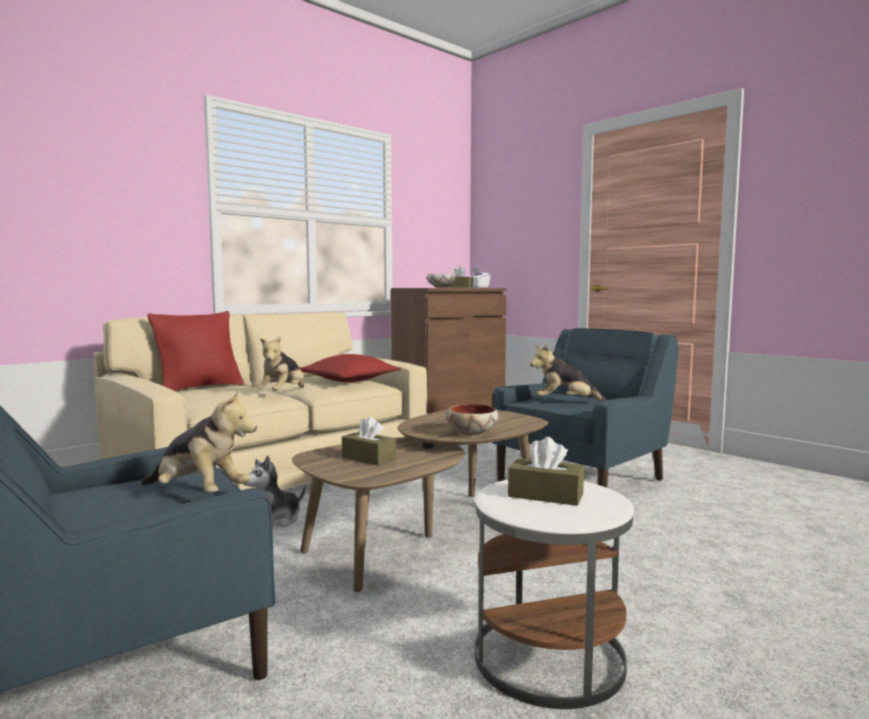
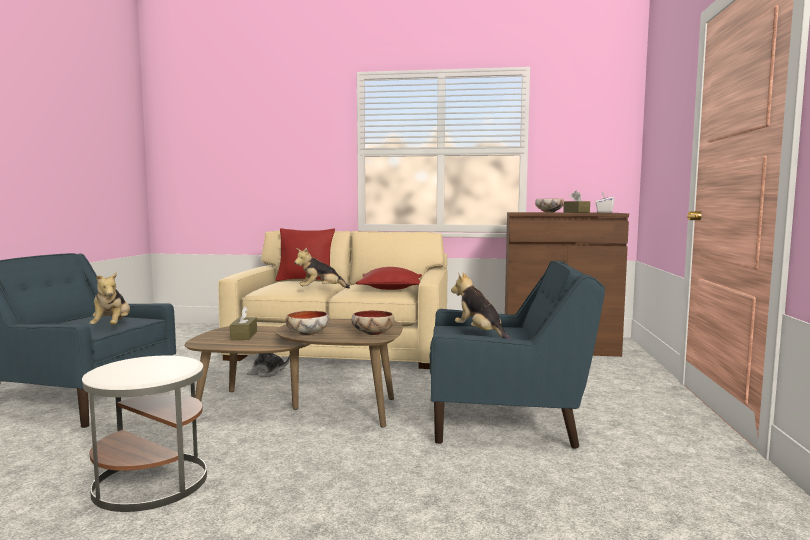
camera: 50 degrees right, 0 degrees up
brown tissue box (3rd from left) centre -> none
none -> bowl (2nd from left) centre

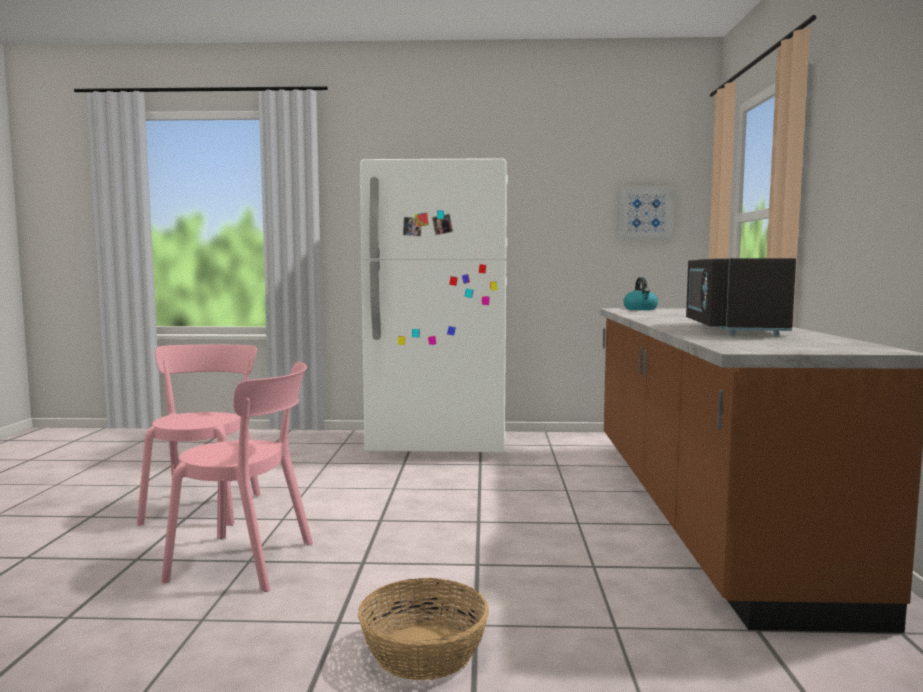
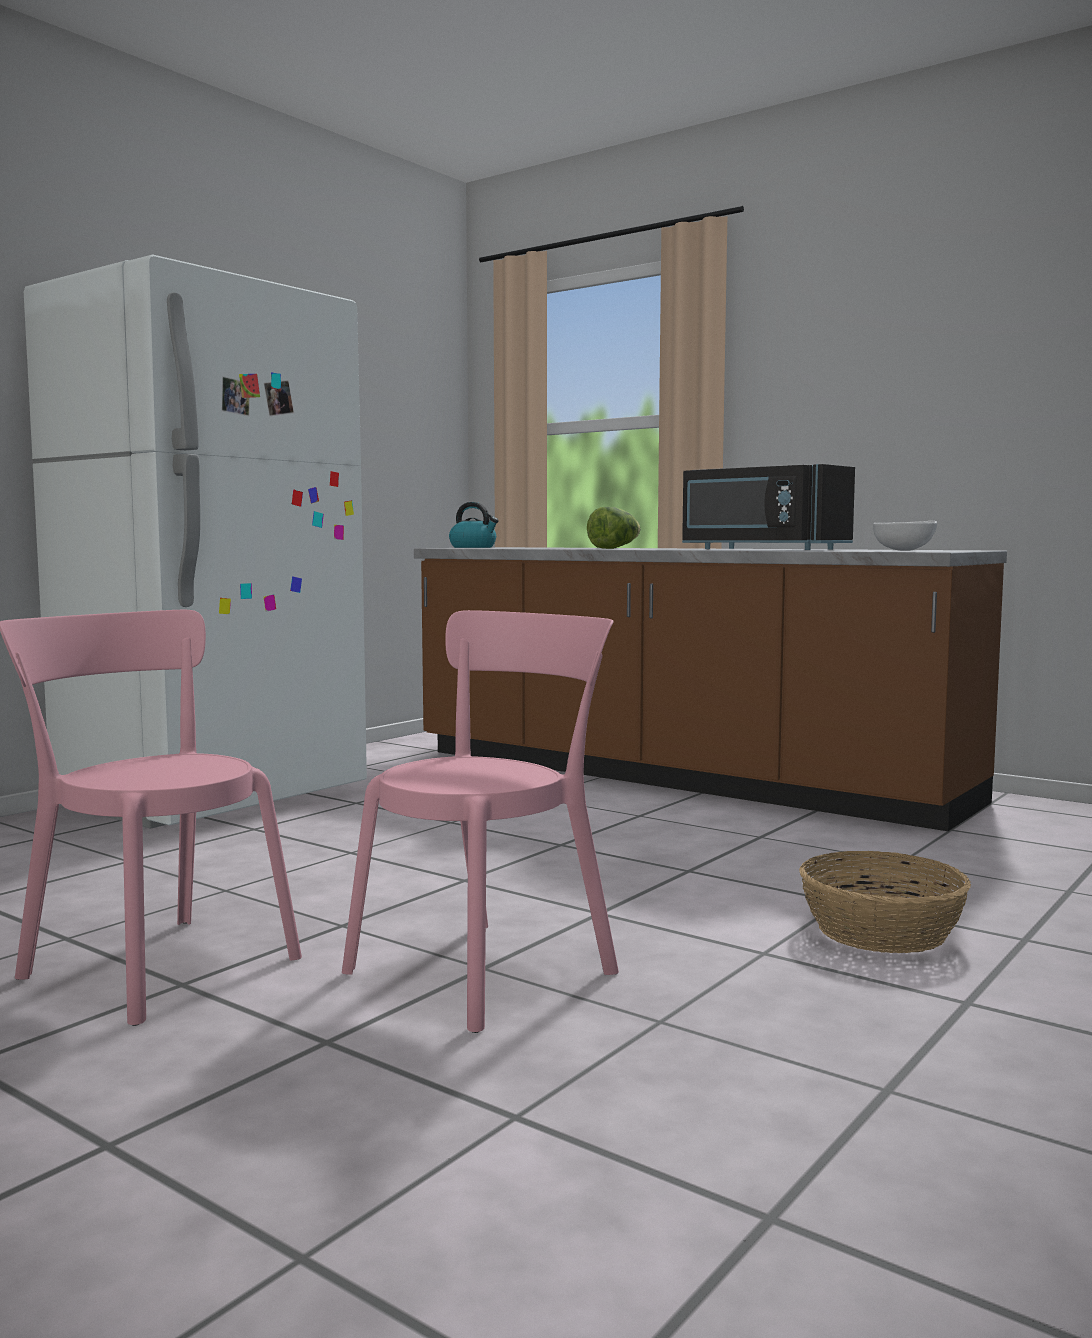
camera: 55 degrees left, 0 degrees up
picture top right -> none
none -> lettuce centre
none -> white bowl middle right

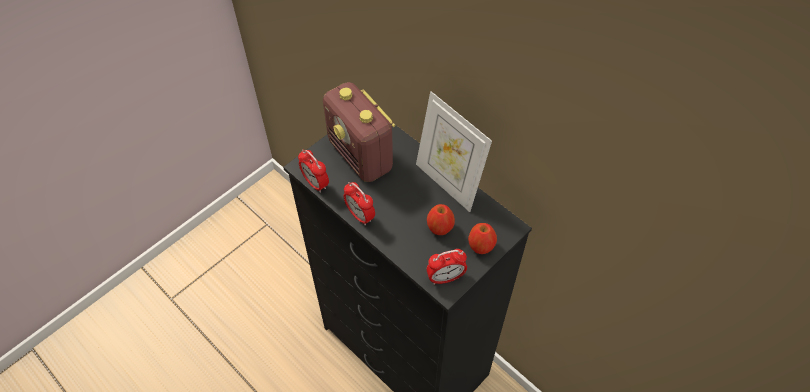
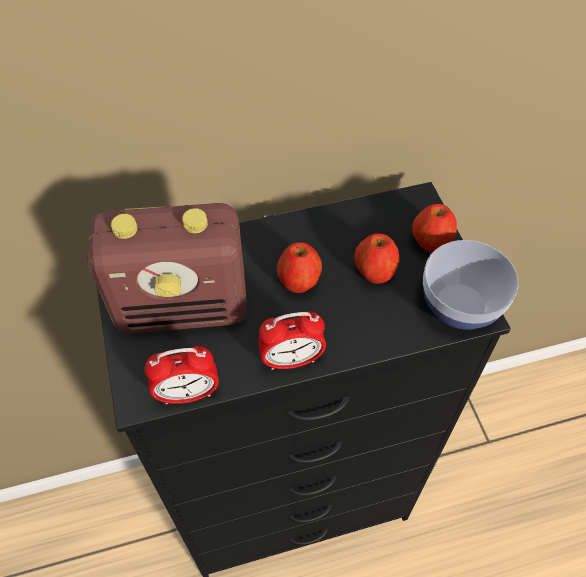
camera: 60 degrees left, 0 degrees up
picture frame centre -> none
alarm clock (3rd from left) bottom centre -> bowl middle right
none -> apple (1st from left) centre

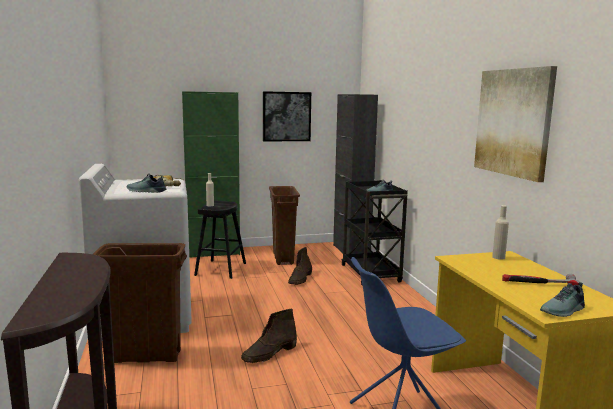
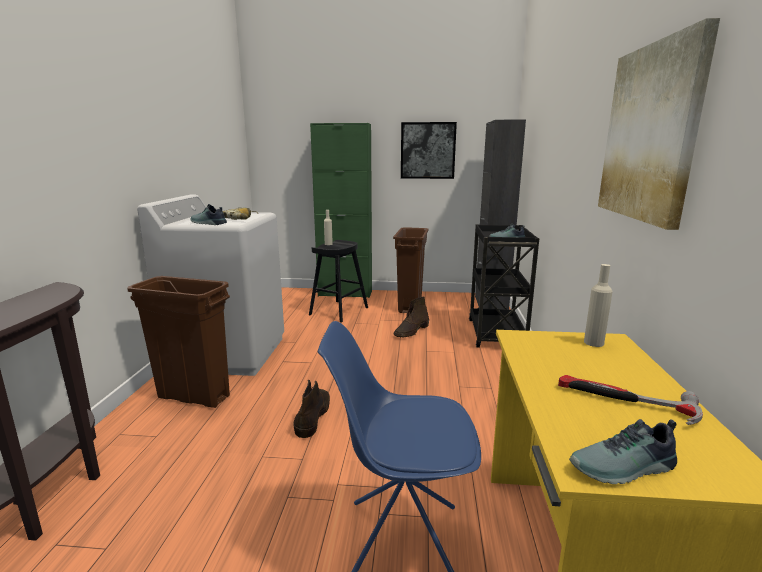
camera: 20 degrees right, 5 degrees up
brown boot (1st from left) bottom centre, 120 degrees clockwise

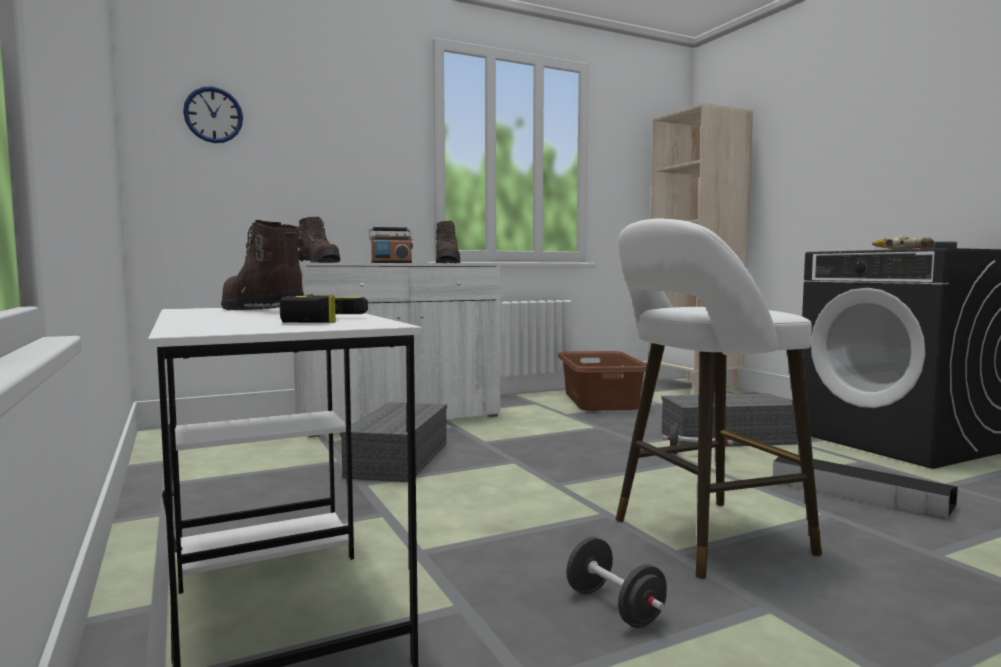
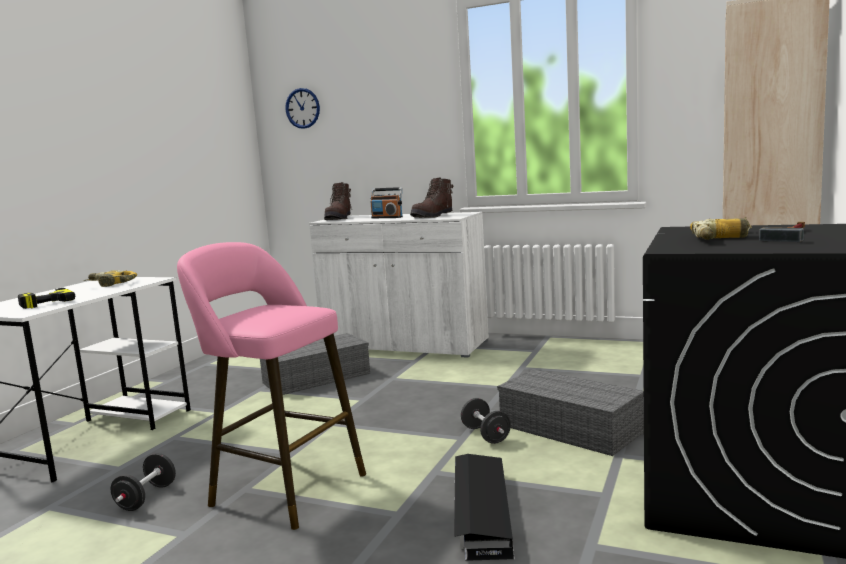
camera: 50 degrees right, 5 degrees up
white stool middle right -> pink stool bottom left
brown boot (1st from left) middle left -> power drill (2nd from left) middle left
brown laundry basket centre -> none

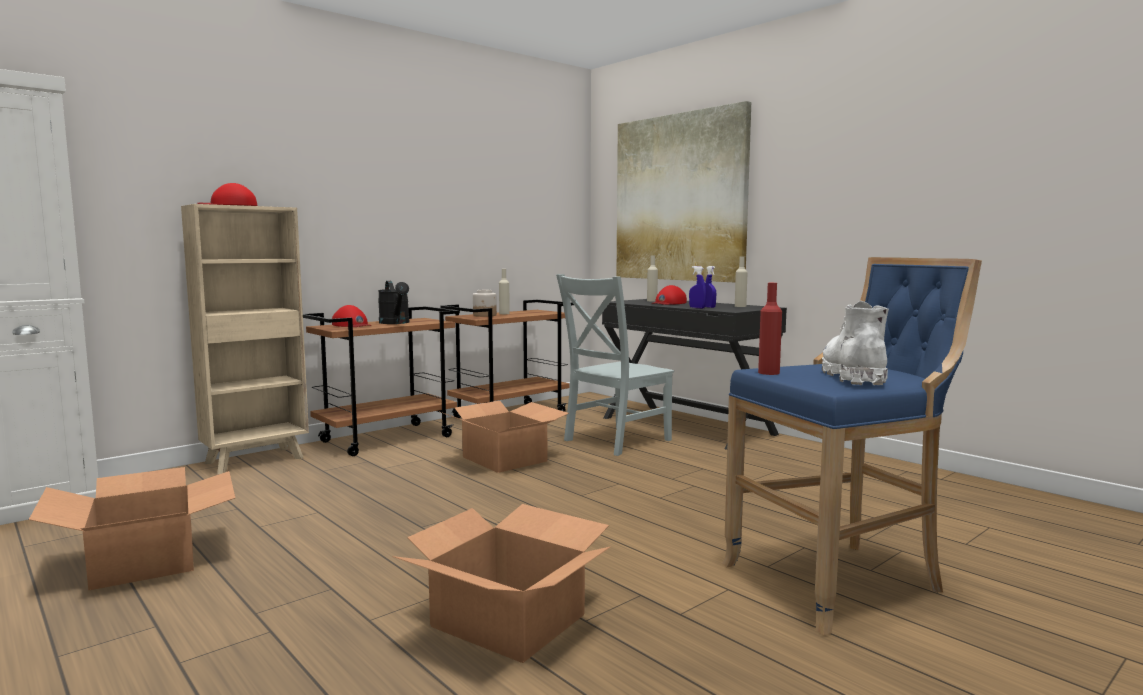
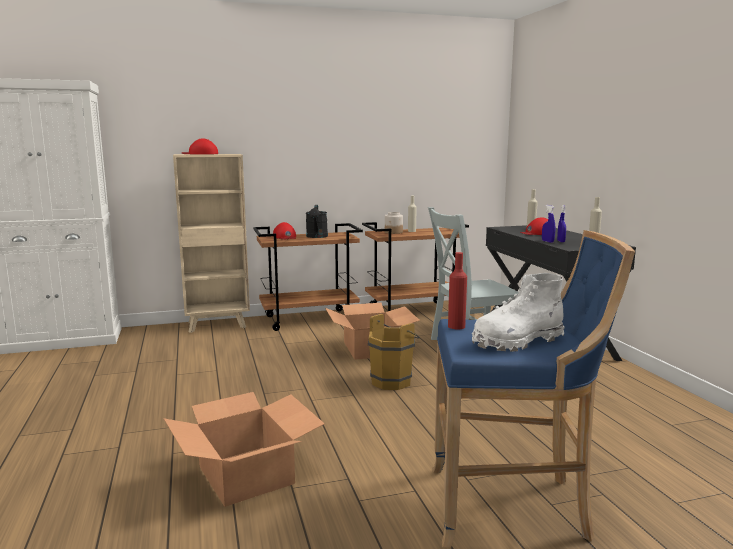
camera: 25 degrees right, 5 degrees up
picture top centre -> none
white boot middle right, 150 degrees counterclockwise
cardboard box (1st from left) bottom left -> none
none -> brown bucket centre

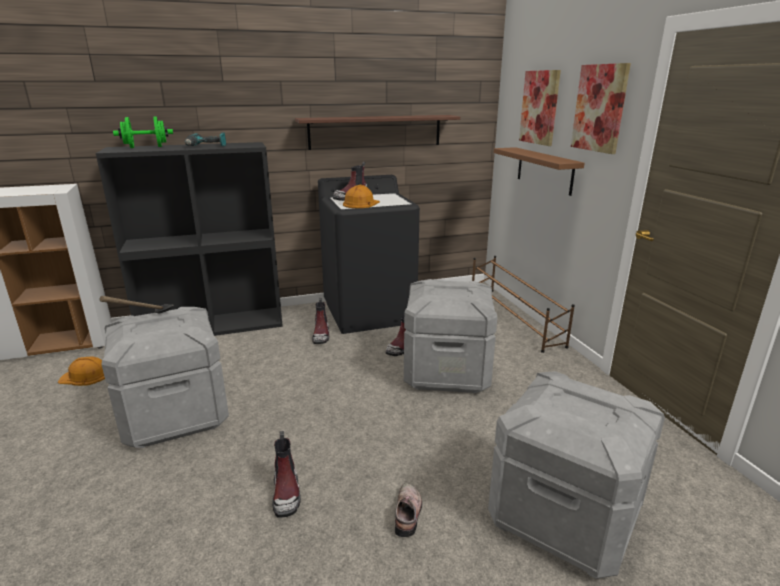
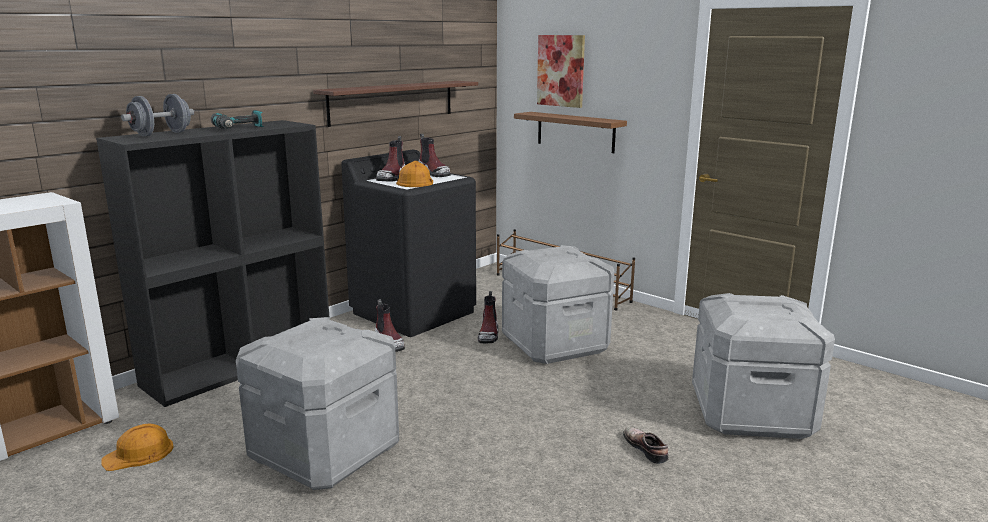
camera: 30 degrees left, 5 degrees down
picture (2nd from left) top right -> none
green dumbbell top left -> grey dumbbell top left
hammer middle left -> none
boot (1st from left in the first image) bottom centre -> boot (3rd from left) top centre, move

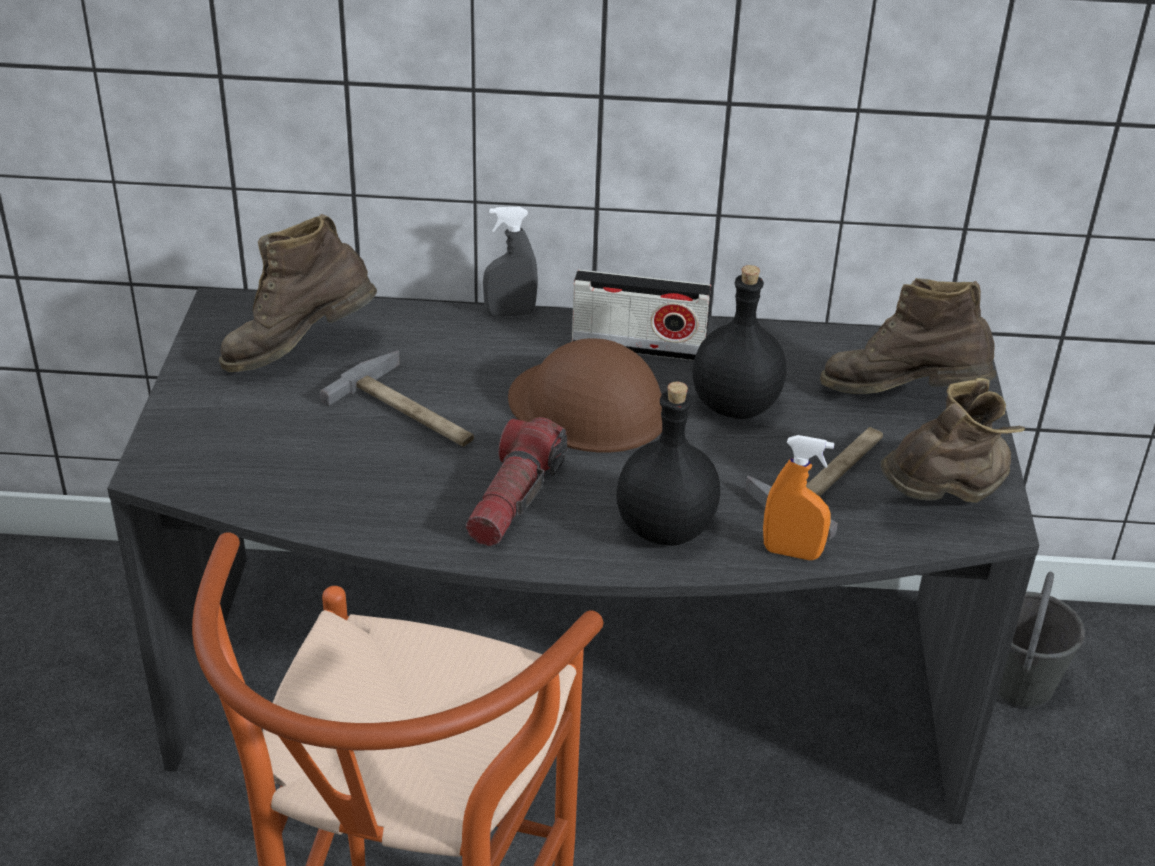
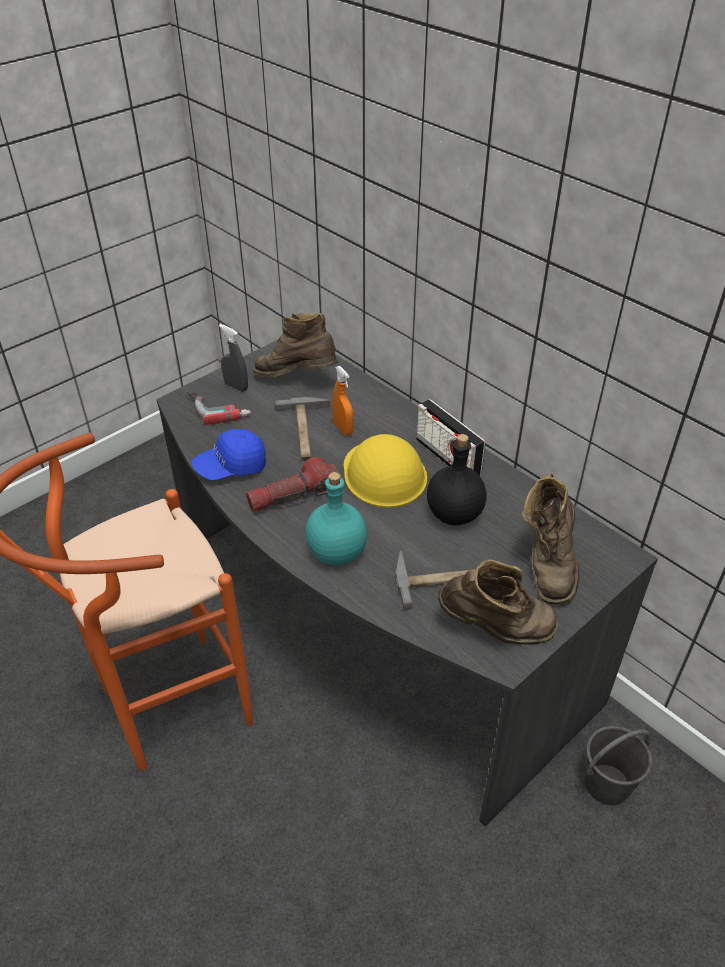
camera: 45 degrees right, 5 degrees up
grey spray bottle top centre -> grey spray bottle middle left, move
brown boot (2nd from left in the first image) middle right -> brown boot (3rd from left) middle right, 150 degrees counterclockwise
brown hard hat centre -> yellow hard hat centre
black bottle (1st from left) centre -> turquoise bottle centre
orange spray bottle middle right -> orange spray bottle centre, move
none -> power drill middle left
none -> blue cap middle left

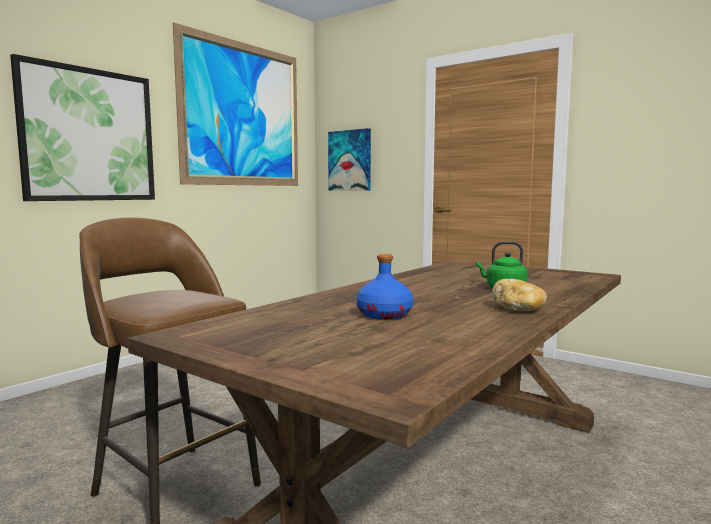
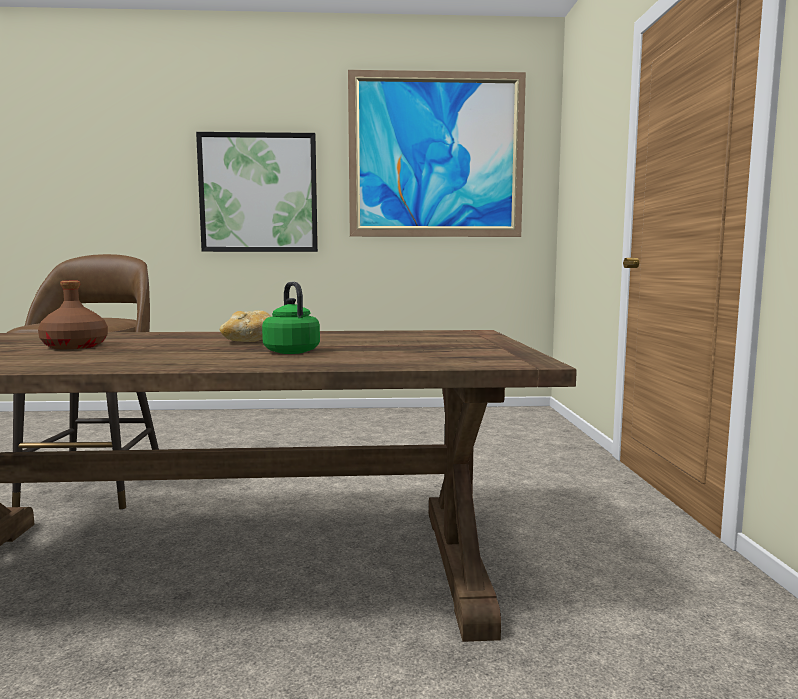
camera: 50 degrees right, 0 degrees up
picture (3rd from left) top centre -> none
blue bottle centre -> brown bottle middle left
bread middle right -> bread middle left, move

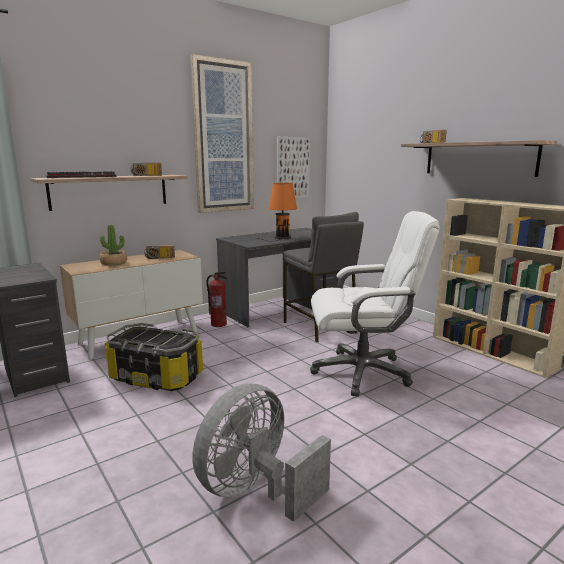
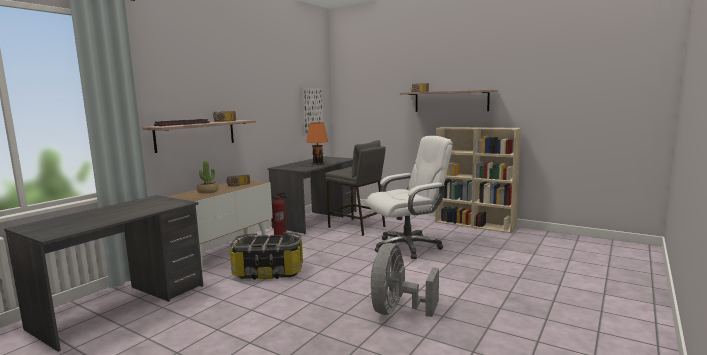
camera: 20 degrees left, 5 degrees down
picture (1st from left) top centre -> none

